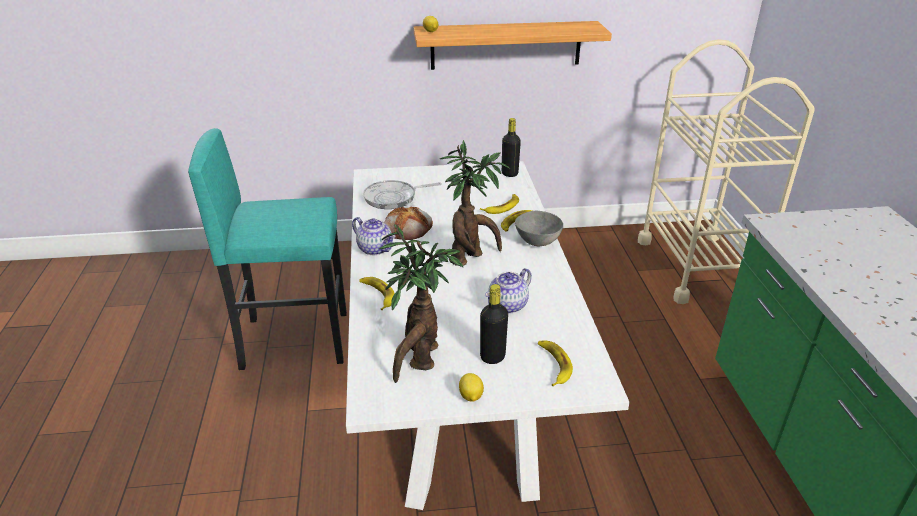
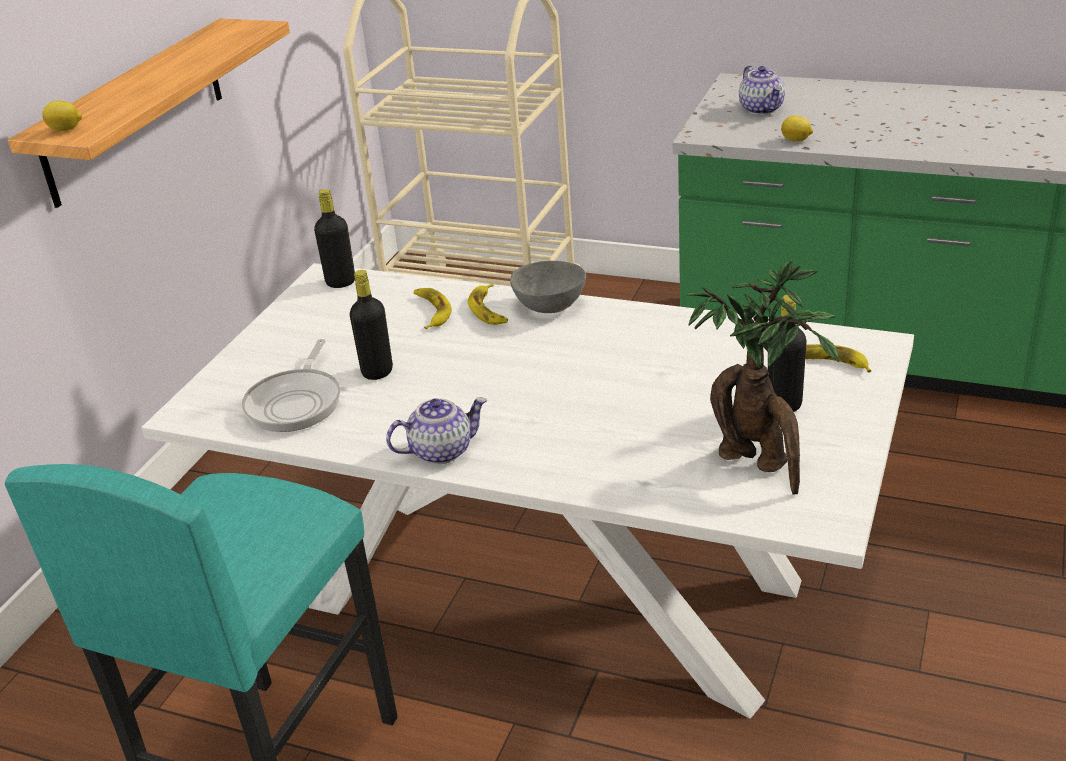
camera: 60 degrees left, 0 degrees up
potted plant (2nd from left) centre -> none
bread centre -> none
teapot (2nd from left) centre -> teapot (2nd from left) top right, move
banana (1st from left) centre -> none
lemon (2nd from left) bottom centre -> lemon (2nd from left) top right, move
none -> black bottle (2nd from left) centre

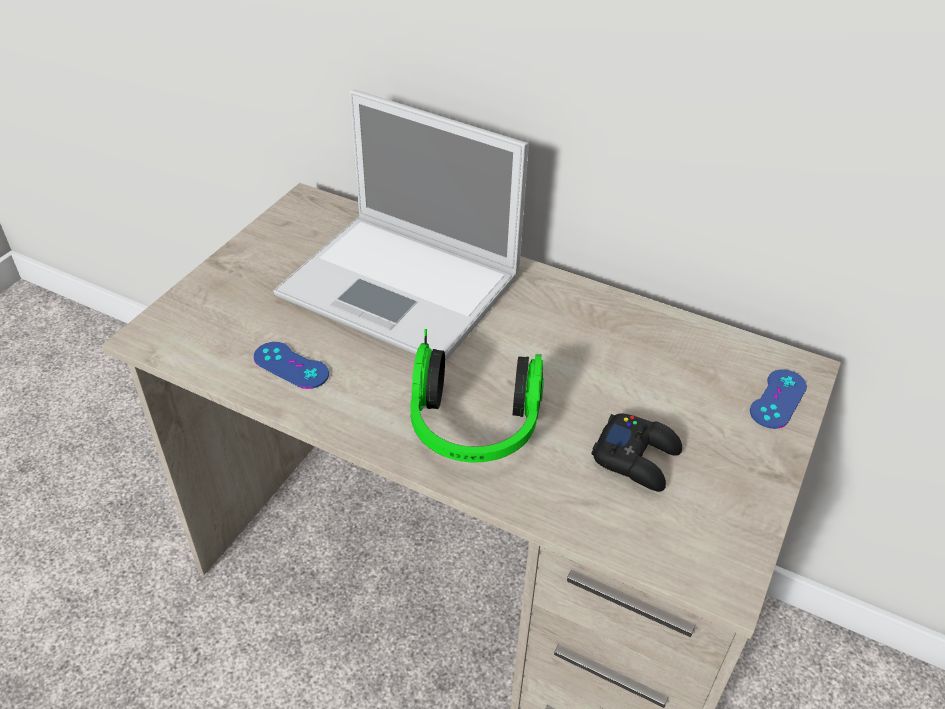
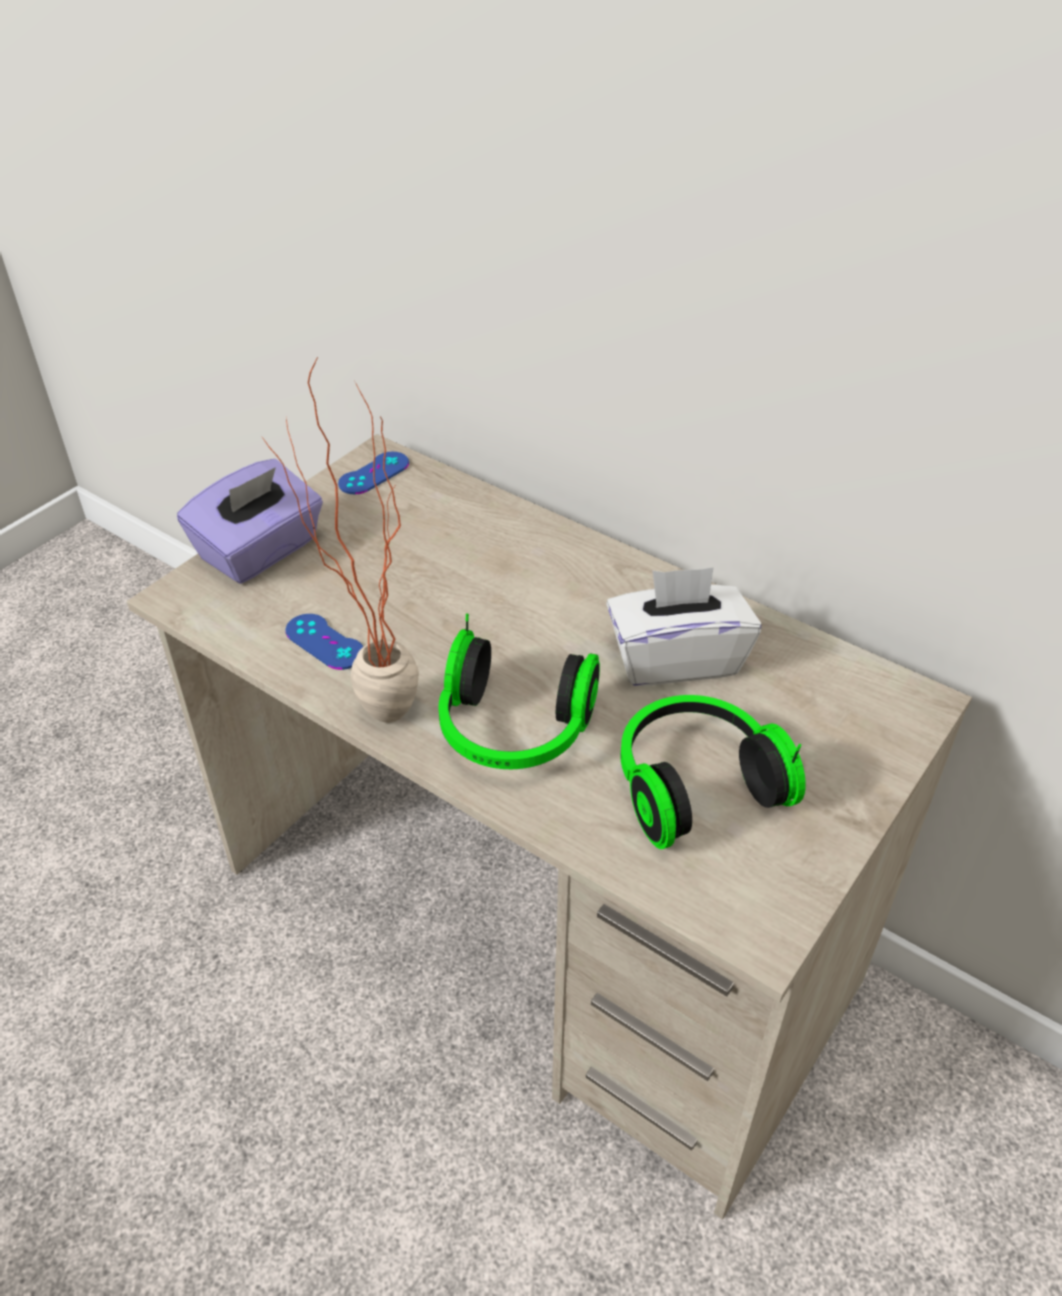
camera: 10 degrees right, 0 degrees up
laptop top centre -> none
blue game controller (2nd from left) middle right -> blue game controller (2nd from left) centre, move
black game controller middle right -> headphones (2nd from left) middle right
none -> potted plant middle left
none -> purple tissue box middle left
none -> white tissue box centre

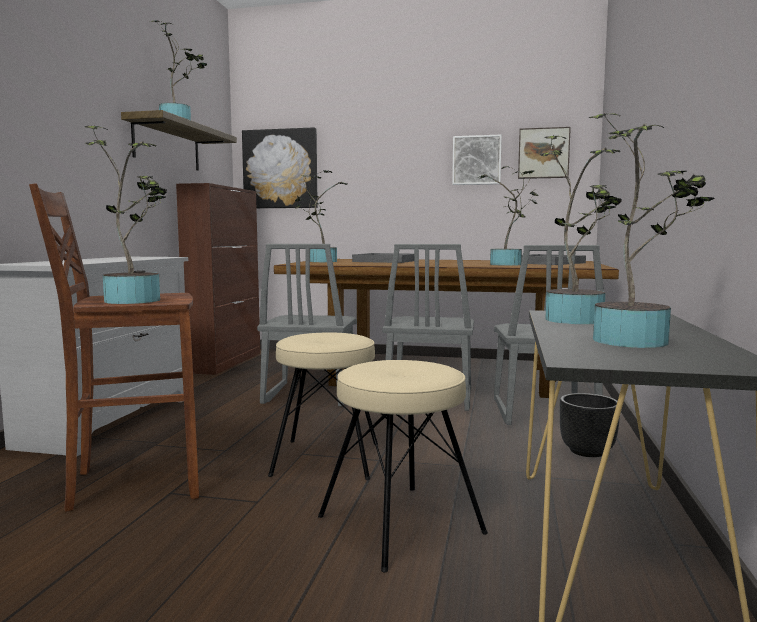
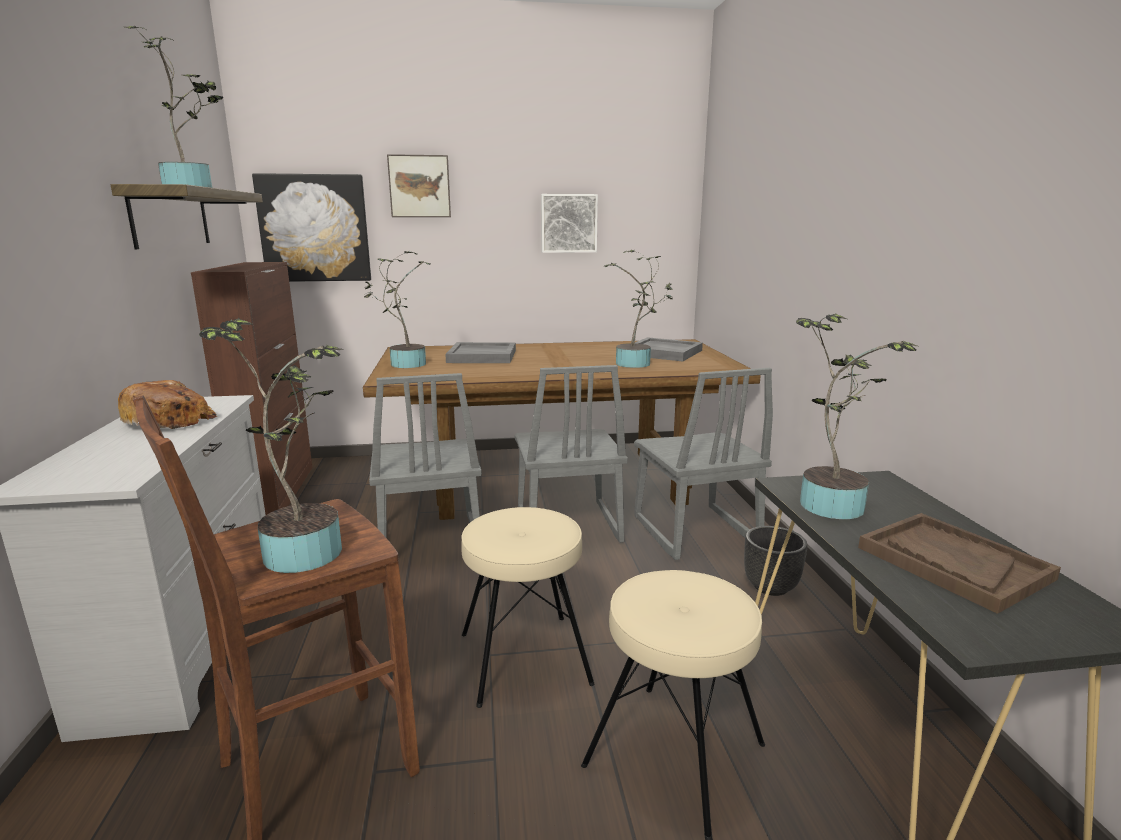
camera: 20 degrees left, 10 degrees up
potted plant (6th from left) middle right -> brown tray bottom right
picture (3rd from left in the first image) top right -> picture (2nd from left) top centre, move
none -> bread middle left

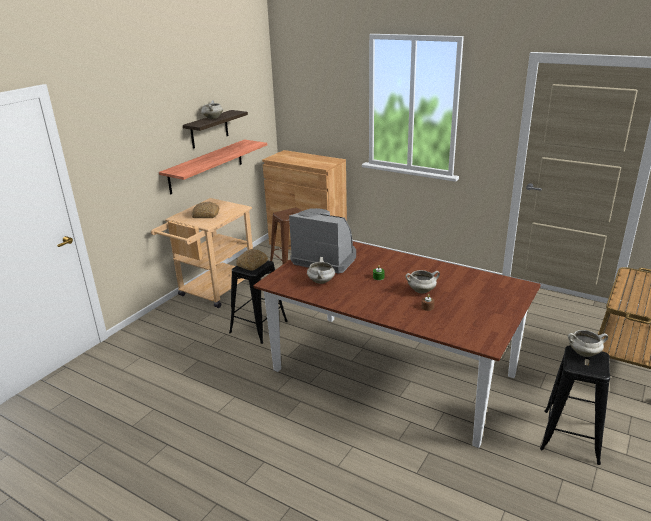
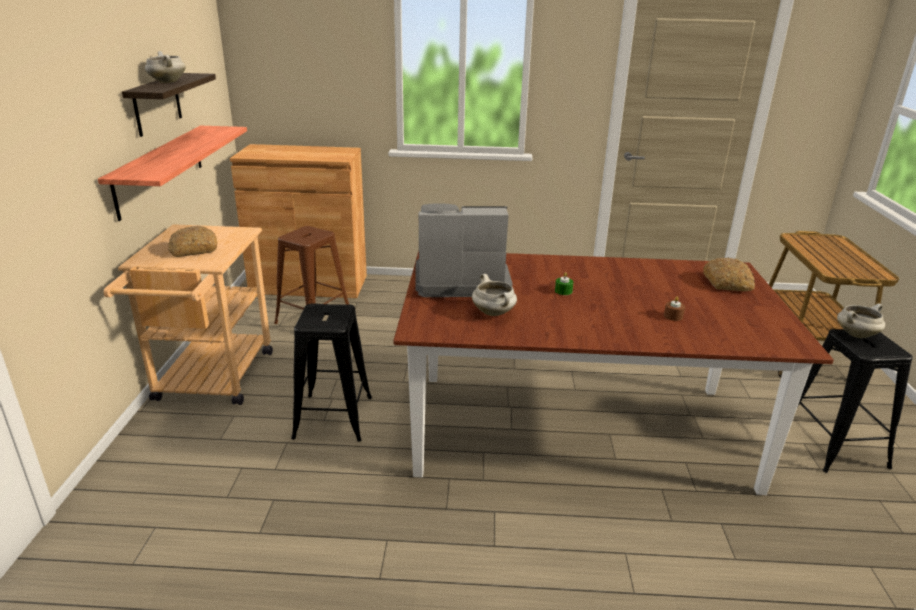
camera: 30 degrees left, 0 degrees up
bread (2nd from left) centre -> bread (2nd from left) middle right, move
white cooking pot (3rd from left) centre -> none

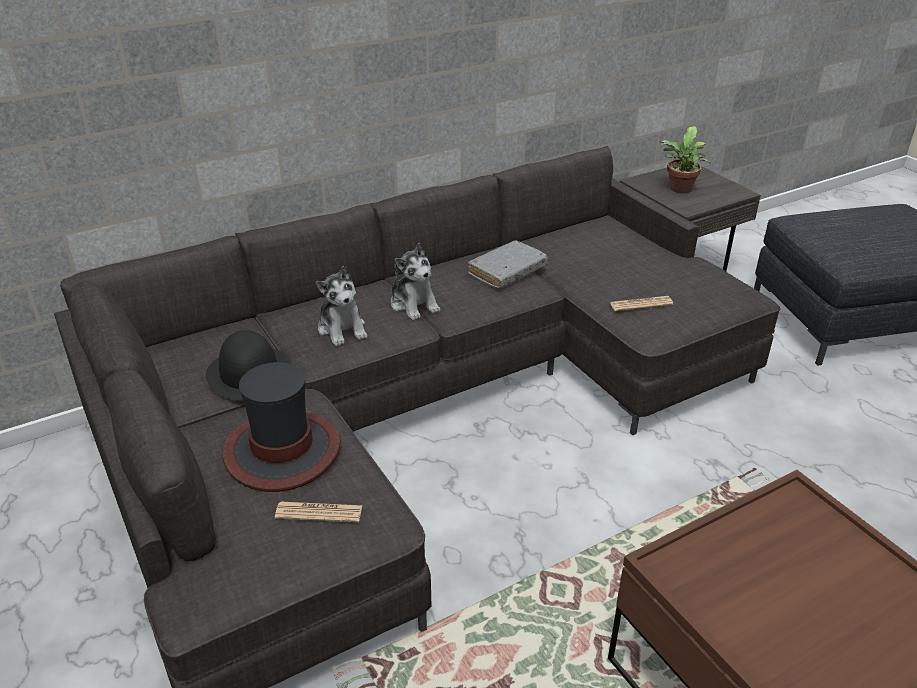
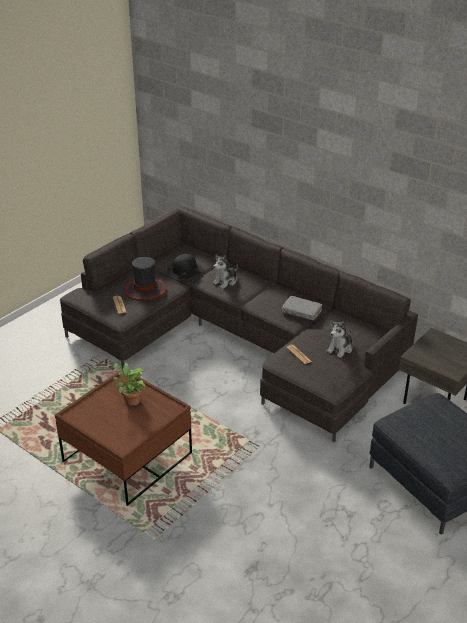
camera: 70 degrees right, 0 degrees up
potted plant top right -> potted plant middle left, move
plush toy (2nd from left) centre -> plush toy (2nd from left) middle right, move

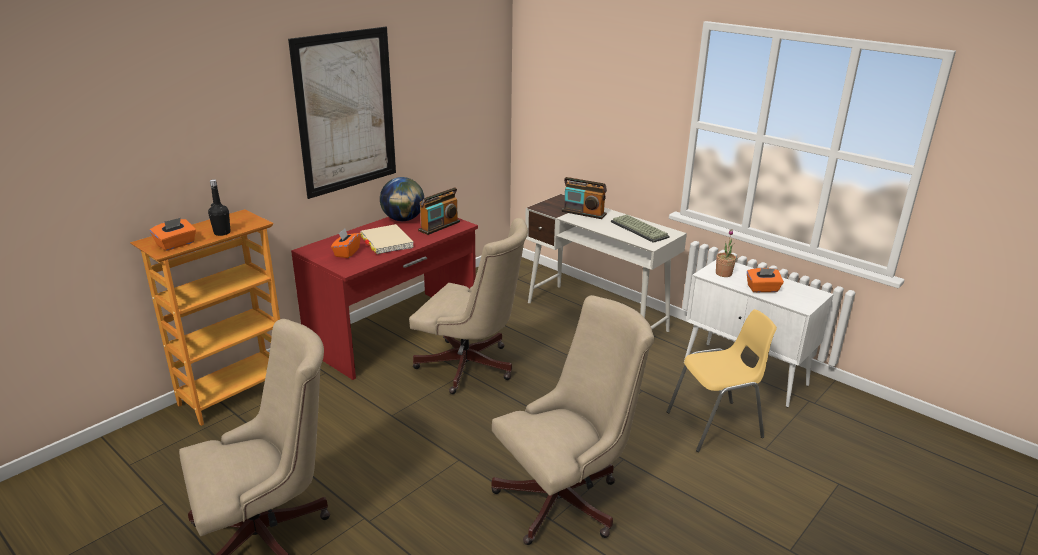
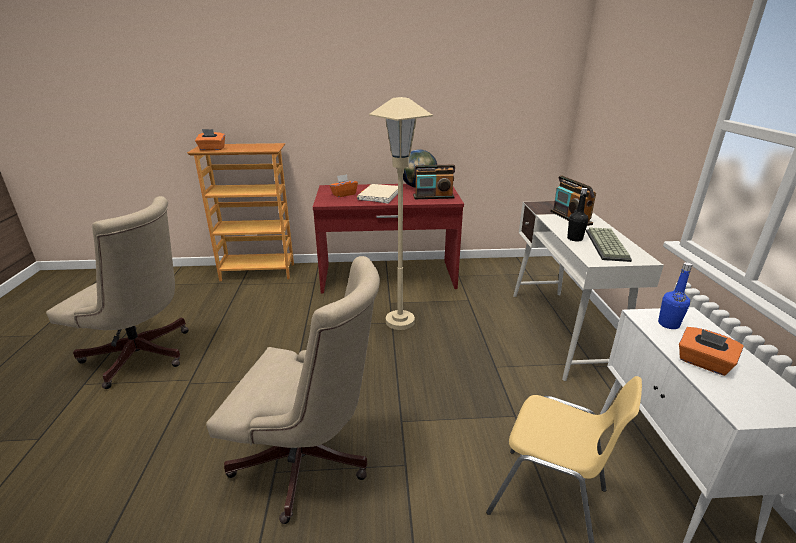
camera: 45 degrees right, 0 degrees up
picture top left -> none
black bottle middle left -> black bottle middle right, move
beige office chair (2nd from left) centre -> beige floor lamp centre
potted plant middle right -> blue bottle middle right

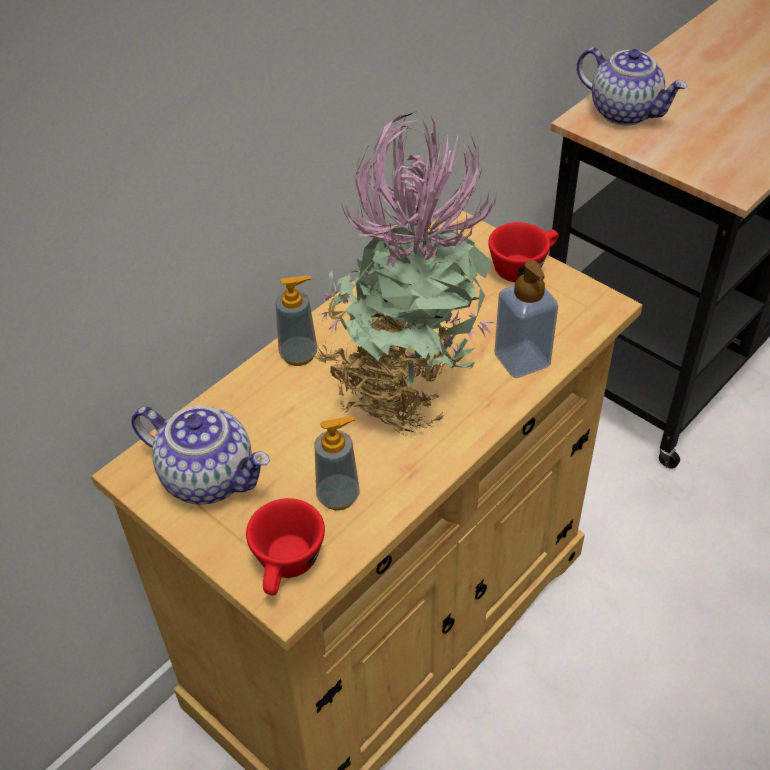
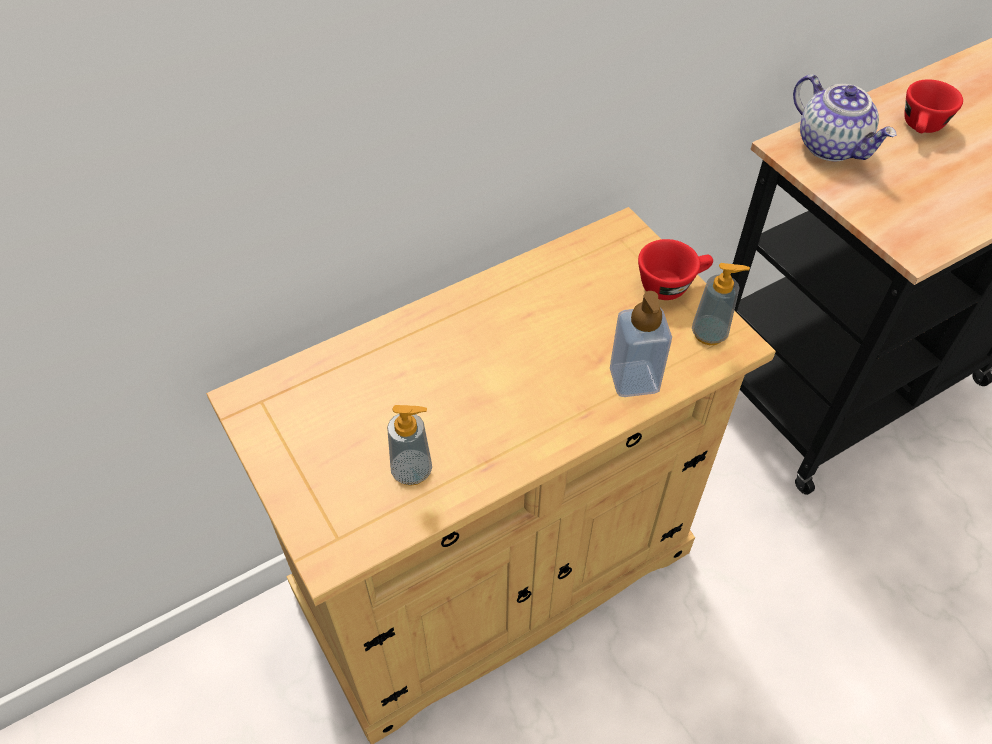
camera: 15 degrees right, 5 degrees up
potted plant centre -> none
soap dispenser (1st from left in the first image) centre -> soap dispenser (3rd from left) middle right, move
teapot (1st from left) middle left -> none
red cup (1st from left in the first image) bottom centre -> red cup (2nd from left) top right, move

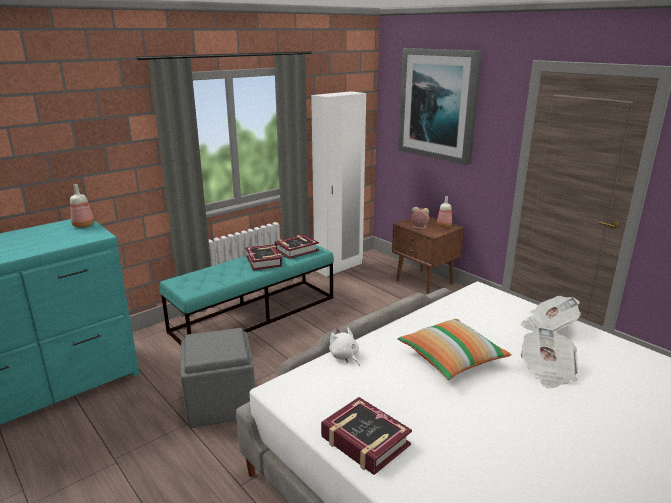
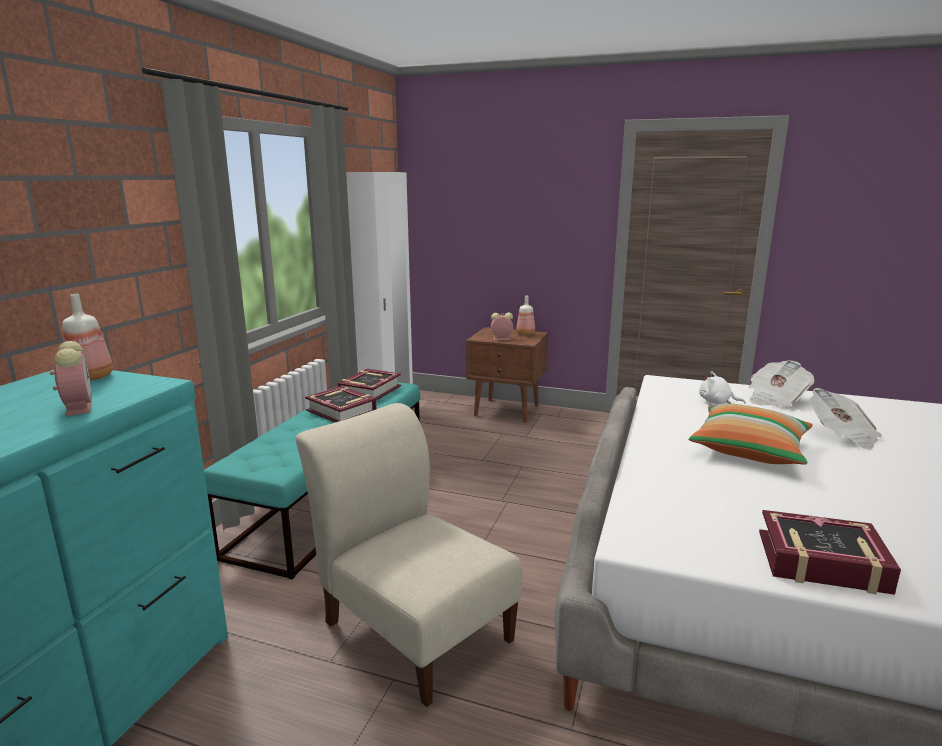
camera: 30 degrees left, 5 degrees down
picture top centre -> none
white plush toy bottom centre -> white plush toy middle right, move
grey ottoman bottom left -> beige chair bottom centre
none -> alarm clock (1st from left) middle left

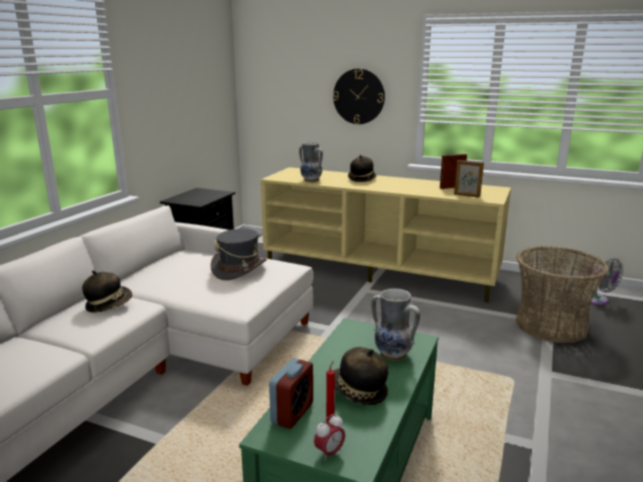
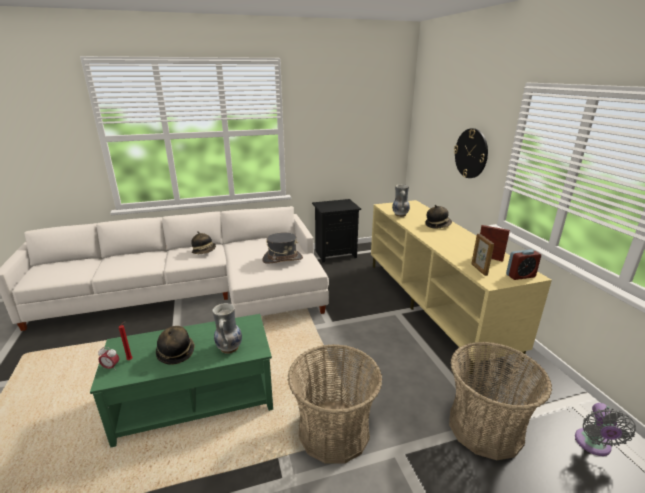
camera: 50 degrees right, 5 degrees up
alarm clock (1st from left in the first image) bottom centre -> alarm clock (2nd from left) middle right, move
none -> basket (1st from left) bottom centre

